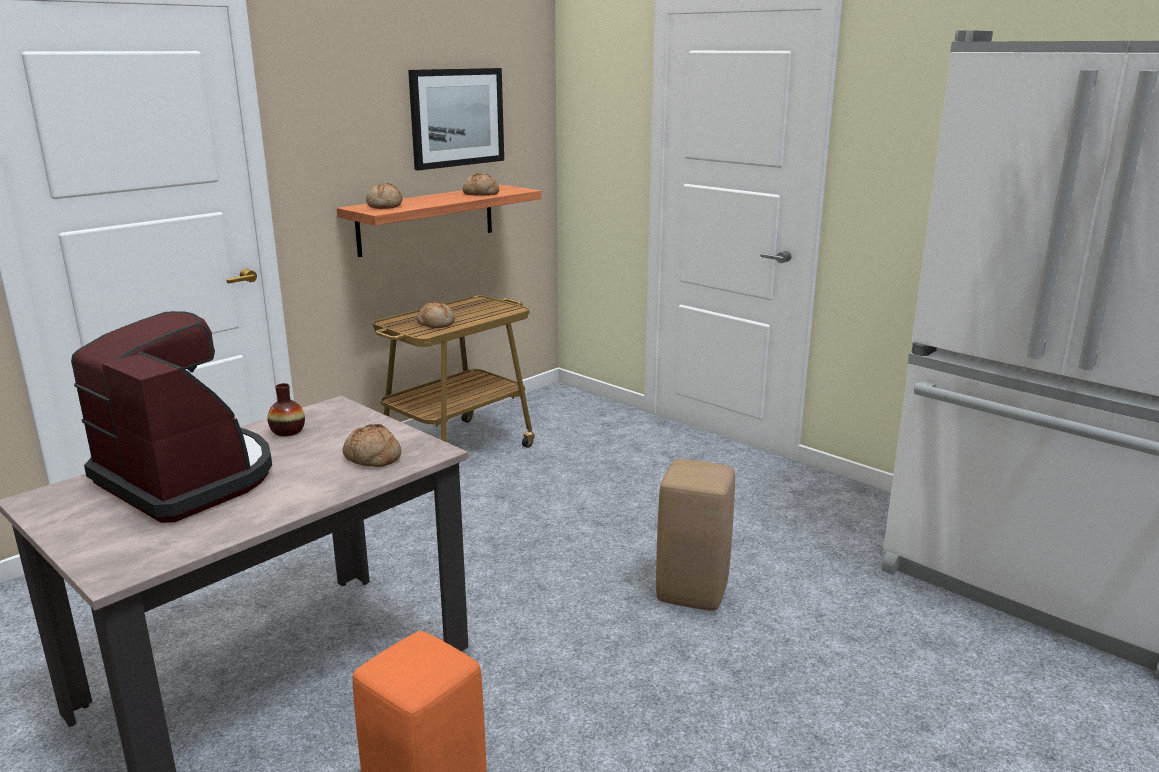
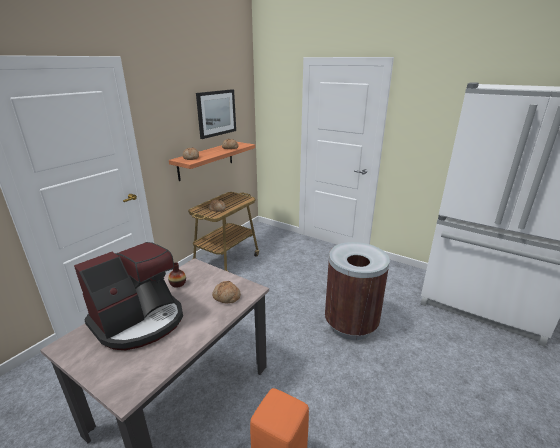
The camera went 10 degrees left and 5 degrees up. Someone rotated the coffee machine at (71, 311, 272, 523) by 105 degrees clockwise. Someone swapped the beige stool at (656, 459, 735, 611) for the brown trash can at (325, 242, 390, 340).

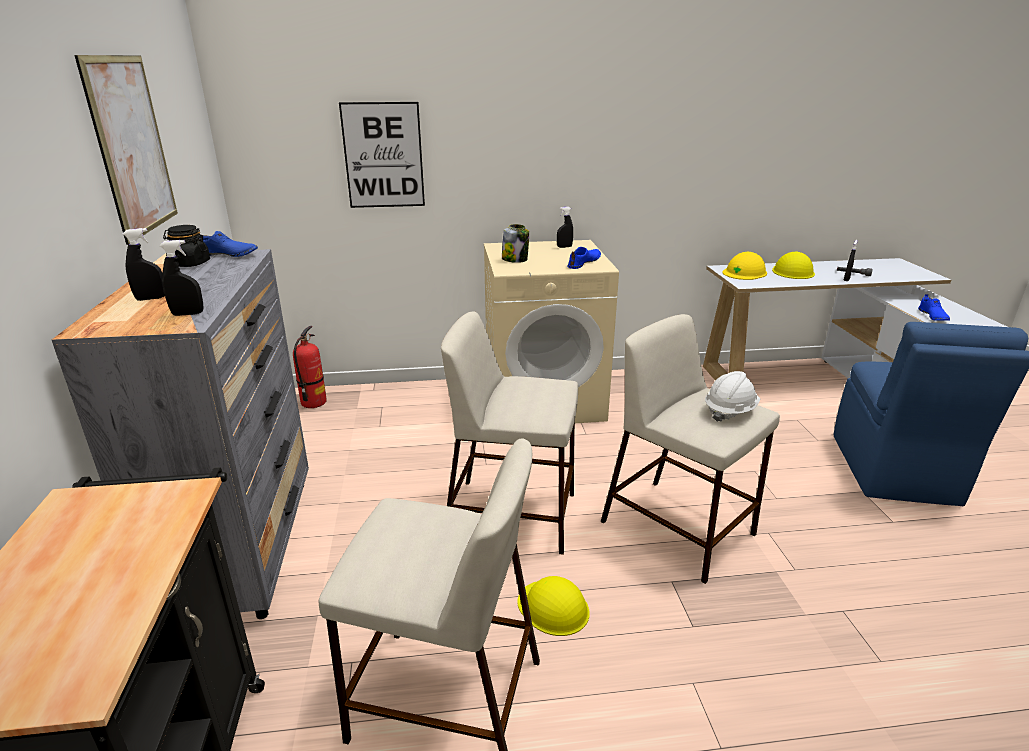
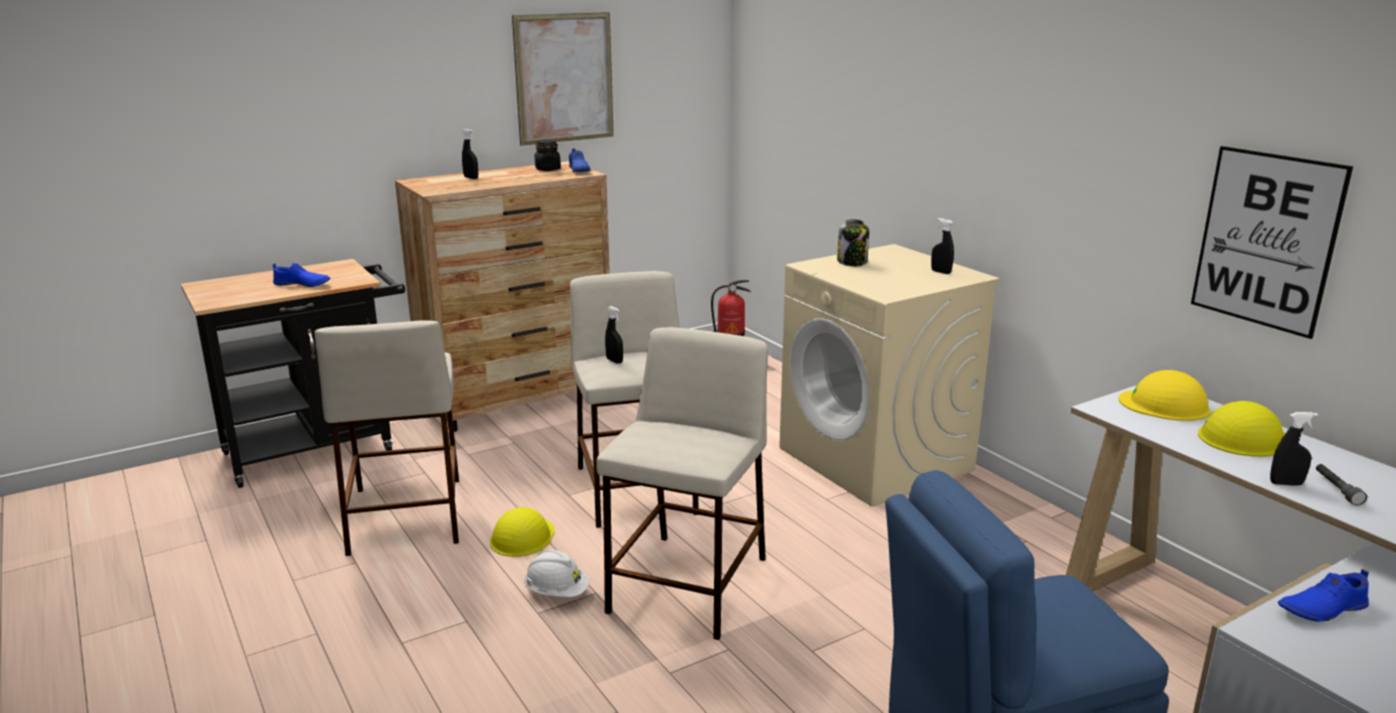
The camera went 65 degrees right and 5 degrees down. Someone carried the picture from (339, 102, 425, 208) to (1191, 146, 1353, 339). Someone carried the black spray bottle from (159, 240, 204, 316) to (605, 306, 623, 364). Someone carried the blue shoe from (568, 247, 601, 269) to (273, 263, 330, 287). Someone repainted the grey dresser at (52, 249, 309, 619), which became the brown dresser at (395, 161, 610, 432). Someone carried the white hard hat from (705, 371, 761, 422) to (524, 550, 590, 597).

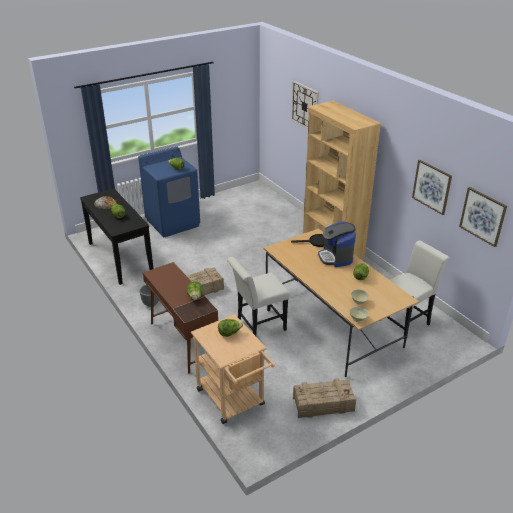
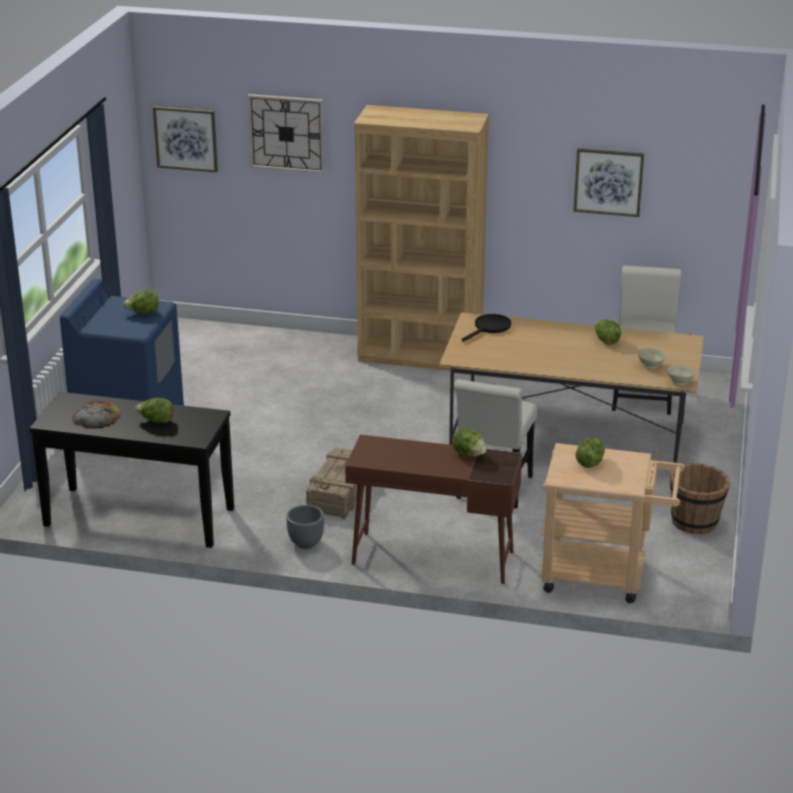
The camera went 45 degrees left and 5 degrees down. Someone carried the picture from (459, 187, 507, 247) to (153, 106, 218, 172). Someone took away the coffee machine at (318, 221, 356, 267). Someone swapped the crate at (293, 378, 356, 418) for the brown bucket at (670, 463, 730, 535).

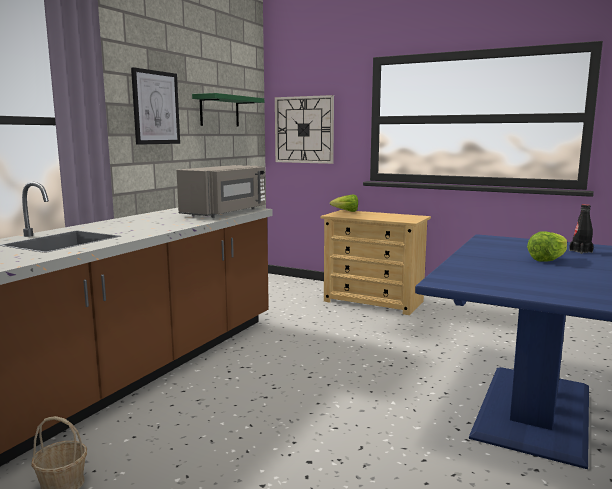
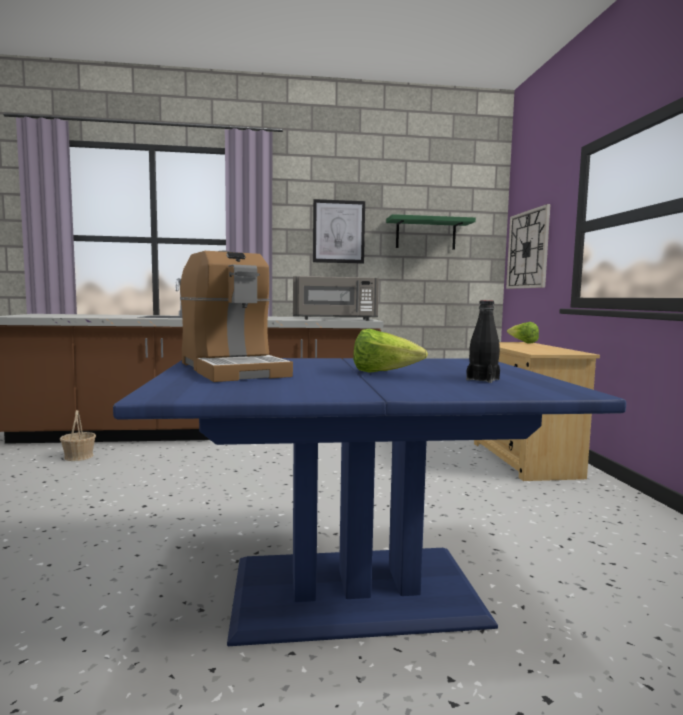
The camera went 55 degrees right and 5 degrees down. Someone put down the coffee machine at (180, 251, 293, 382).

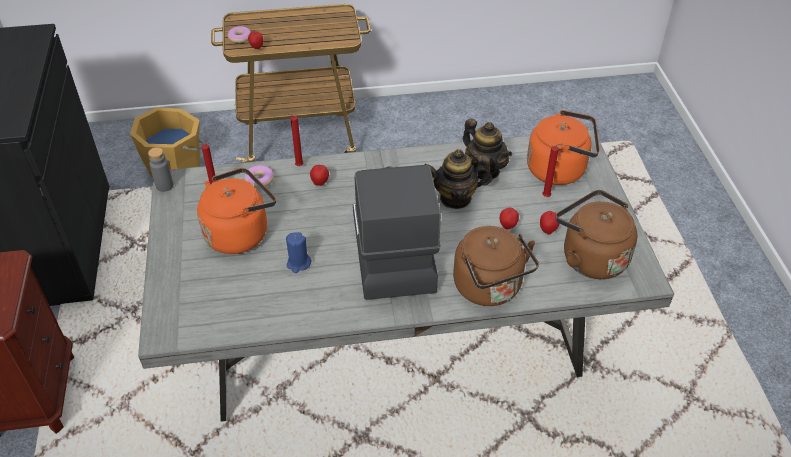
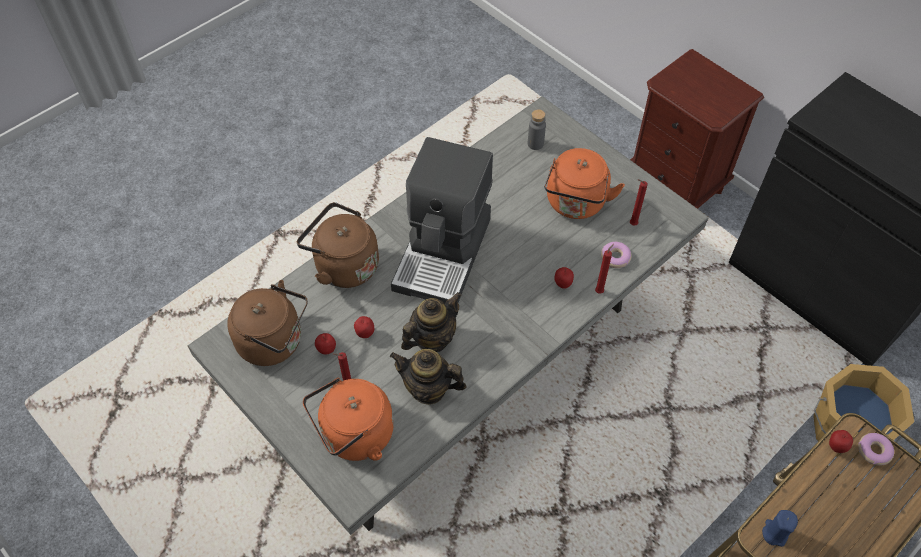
The camera went 145 degrees right and 10 degrees up. Someone carried the grey bottle from (148, 147, 173, 192) to (528, 109, 546, 150). Someone rotated the coffee machine at (353, 165, 441, 300) by 60 degrees clockwise. Someone carried the blue candle from (286, 232, 312, 273) to (762, 510, 798, 547).

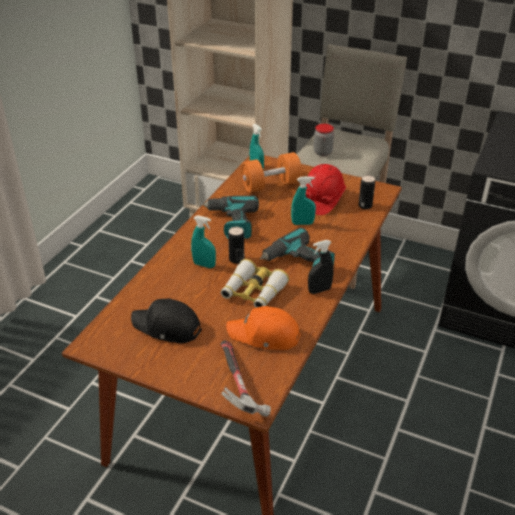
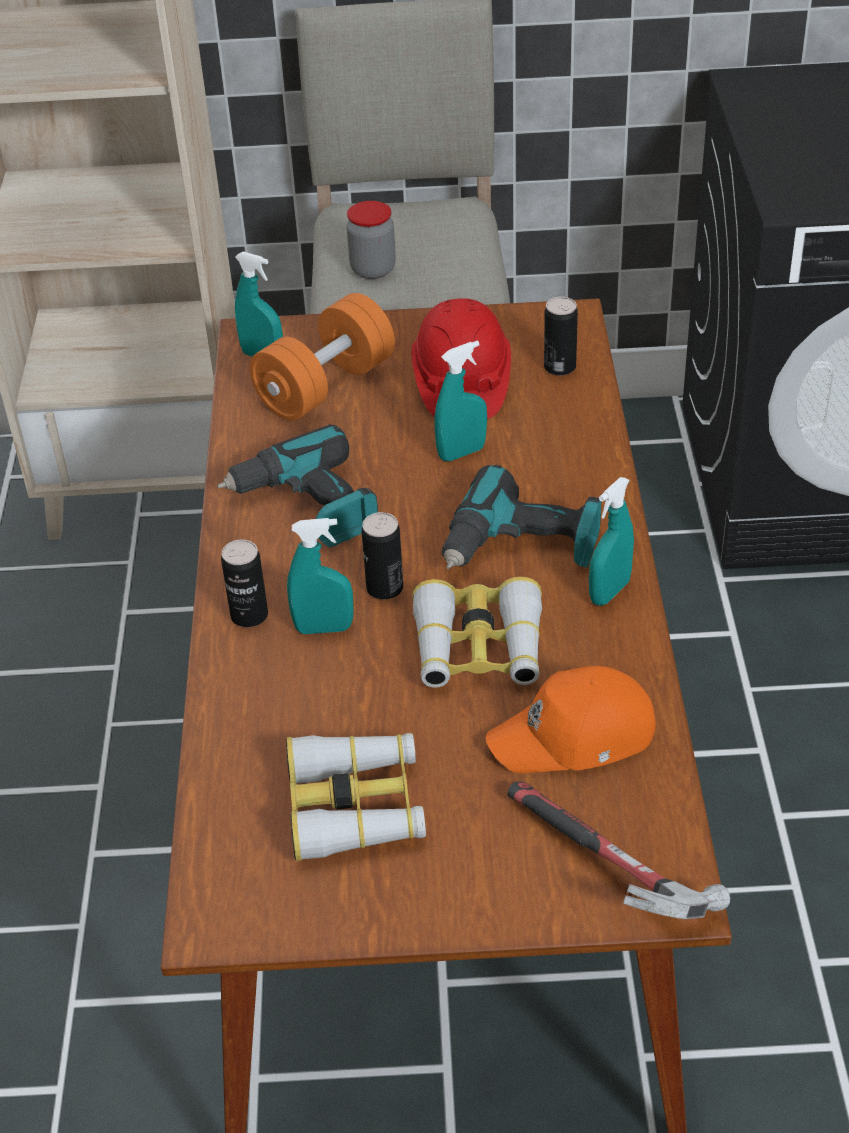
The camera went 25 degrees left and 5 degrees up. Someone repainted the black spray bottle at (308, 240, 334, 294), which became the turquoise spray bottle at (589, 477, 634, 606). Someone swapped the black cap at (131, 298, 202, 343) for the binoculars at (286, 733, 426, 861). Someone put down the can at (221, 539, 268, 627).

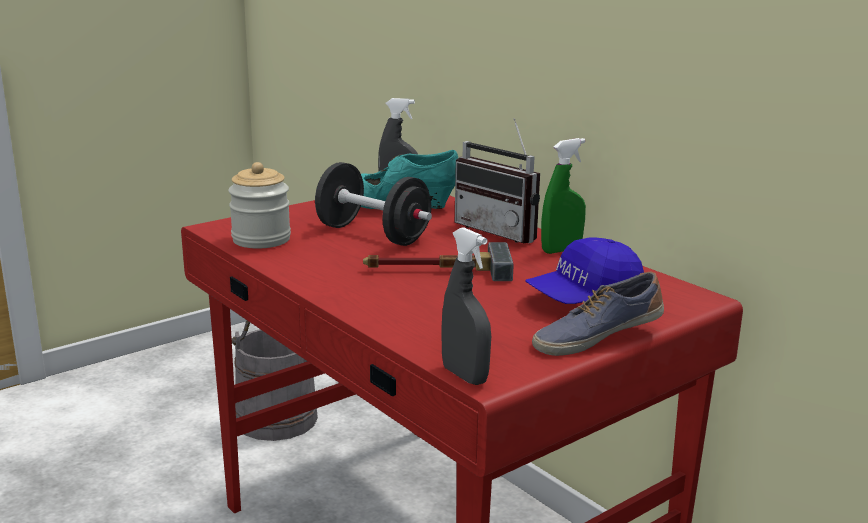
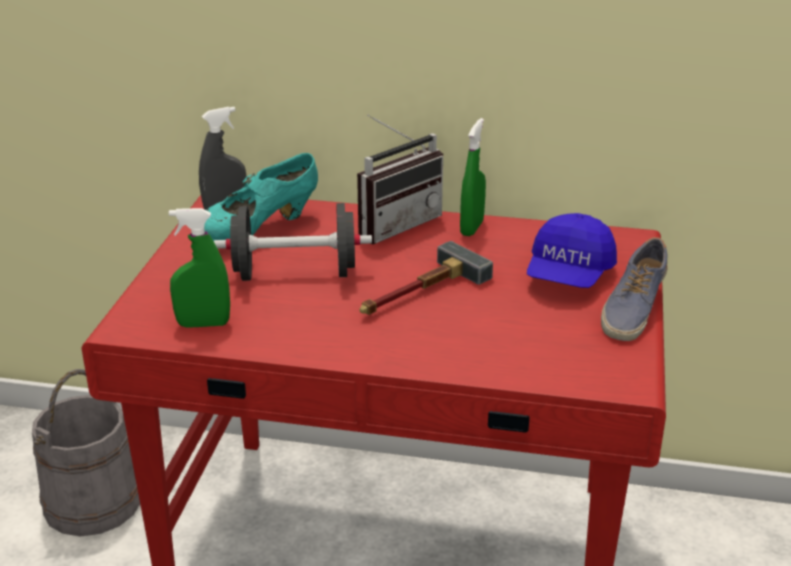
The camera went 40 degrees left and 10 degrees up. Someone rotated the radio at (455, 118, 540, 243) by 45 degrees counterclockwise. Someone swapped the jar at (228, 162, 291, 249) for the green spray bottle at (169, 208, 230, 328). Someone took away the grey spray bottle at (441, 227, 491, 385).

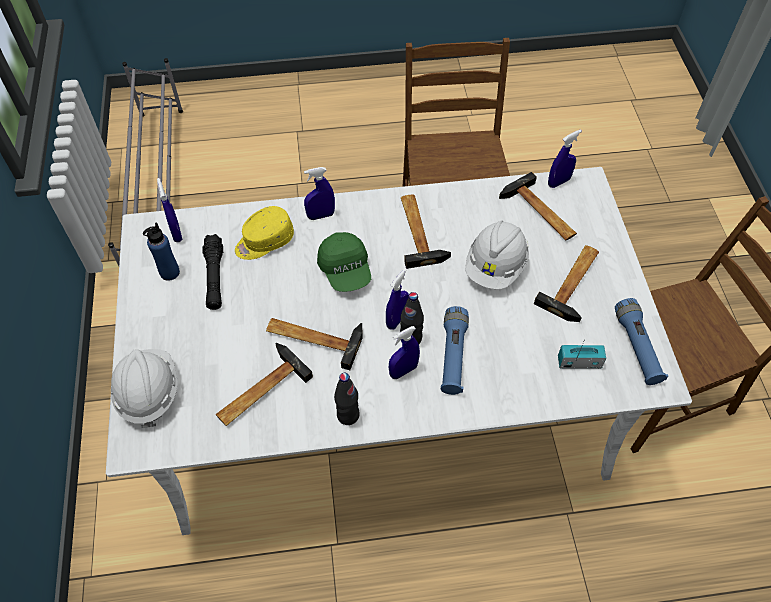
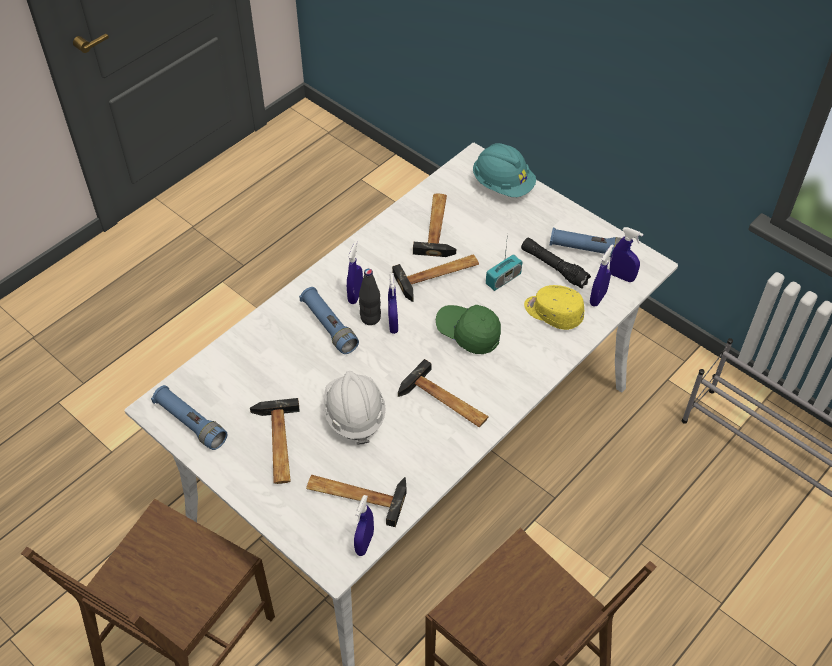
The camera went 140 degrees right and 5 degrees down. Someone carried the blue spray bottle from (304, 167, 335, 220) to (590, 245, 614, 307). Someone rotated the yellow cap at (235, 206, 294, 260) by 75 degrees counterclockwise. Someone swapped the blue bottle at (143, 222, 180, 281) for the blue flashlight at (550, 228, 622, 258). Someone carried the radio from (558, 337, 606, 369) to (486, 234, 522, 291). Someone repainted the white hard hat at (111, 349, 178, 428), which became the turquoise hard hat at (473, 143, 536, 197). Someone took away the black bottle at (334, 373, 360, 425).

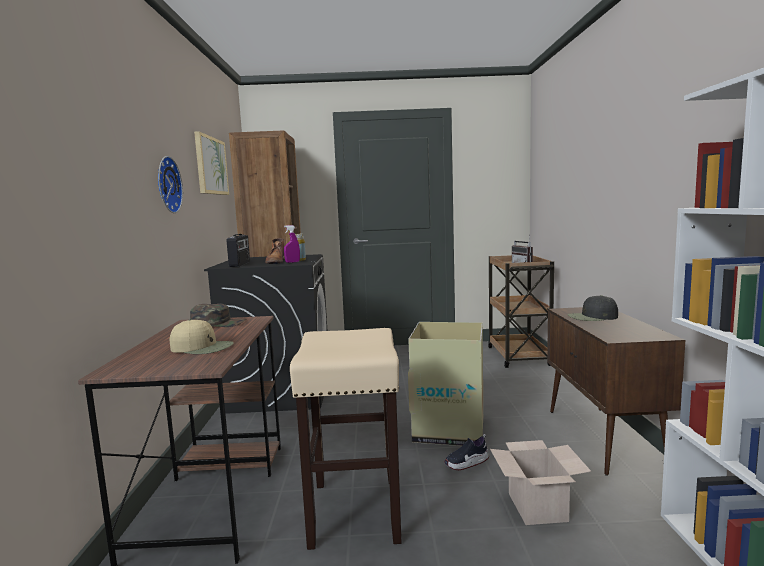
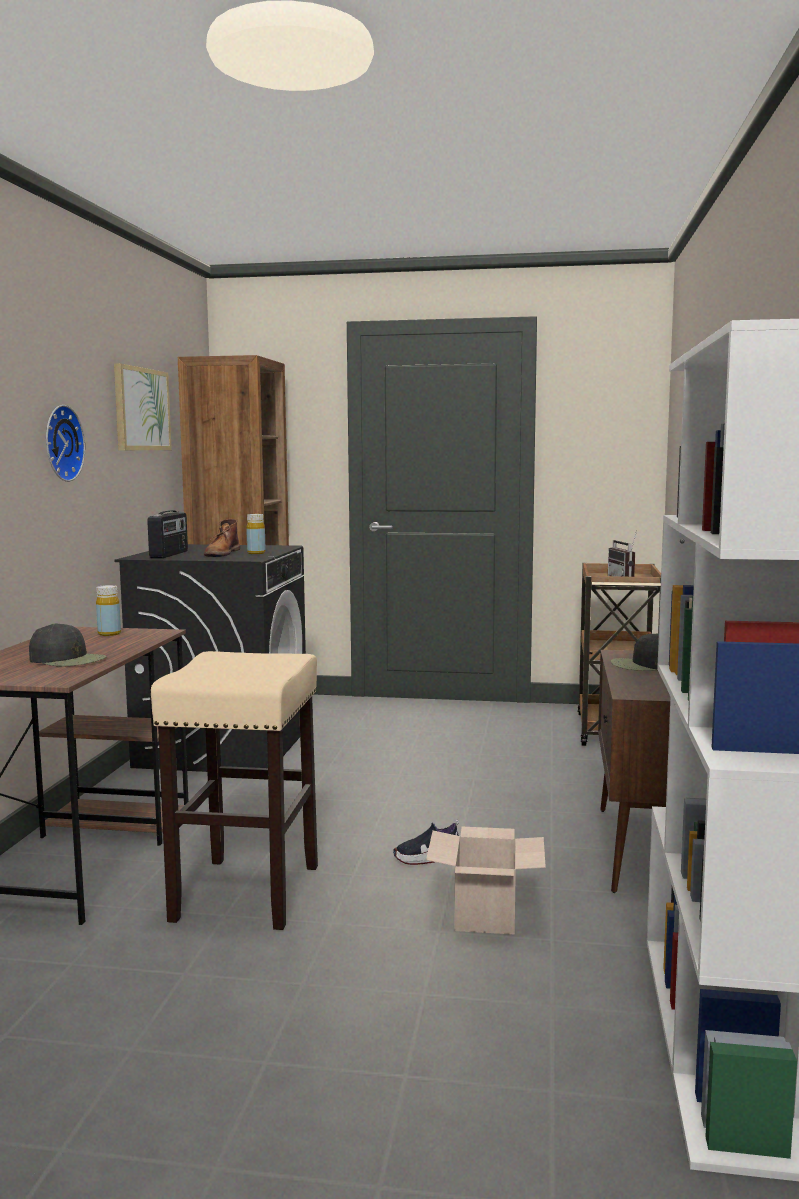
The camera went 10 degrees right and 0 degrees up. Someone took away the purple spray bottle at (284, 225, 300, 263). Someone swapped the green cap at (190, 303, 247, 327) for the yellow bottle at (96, 585, 121, 636). Someone repainted the beige cap at (169, 319, 234, 354), which became the black cap at (29, 623, 107, 666). Someone took away the cardboard box at (408, 322, 483, 446).

